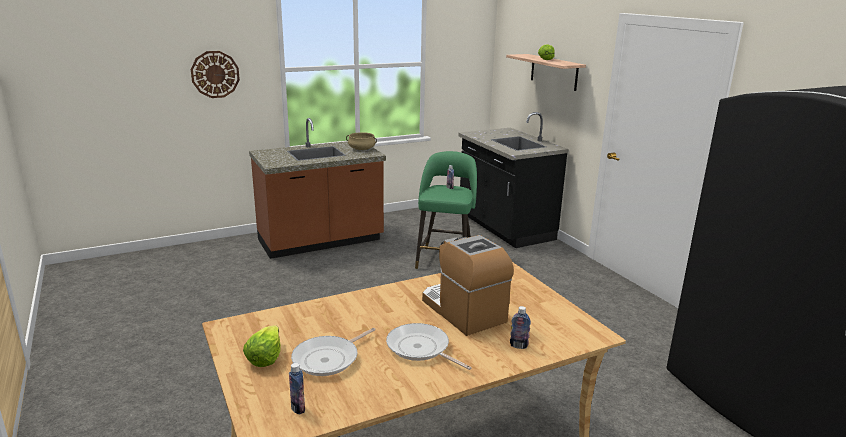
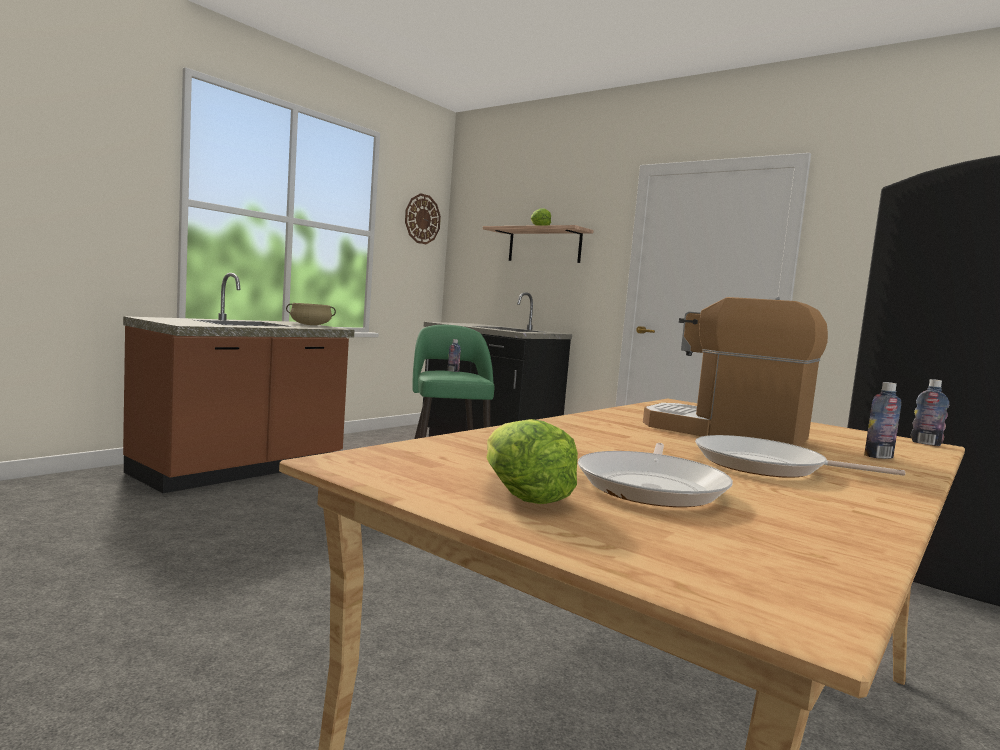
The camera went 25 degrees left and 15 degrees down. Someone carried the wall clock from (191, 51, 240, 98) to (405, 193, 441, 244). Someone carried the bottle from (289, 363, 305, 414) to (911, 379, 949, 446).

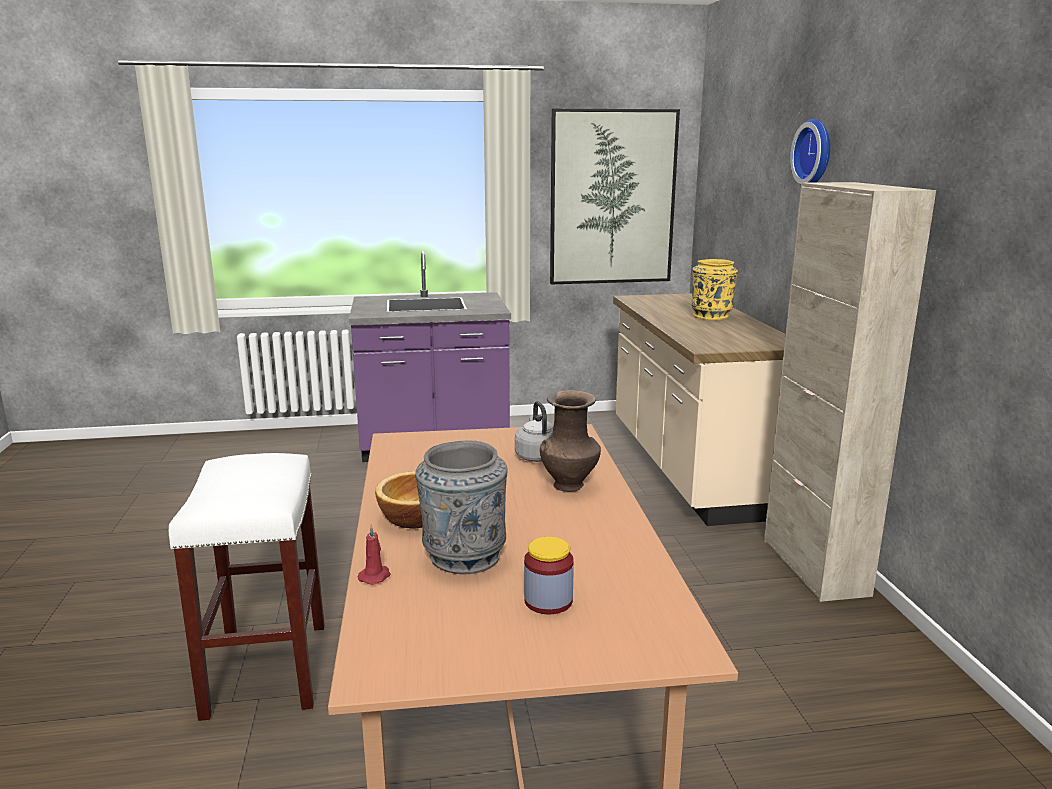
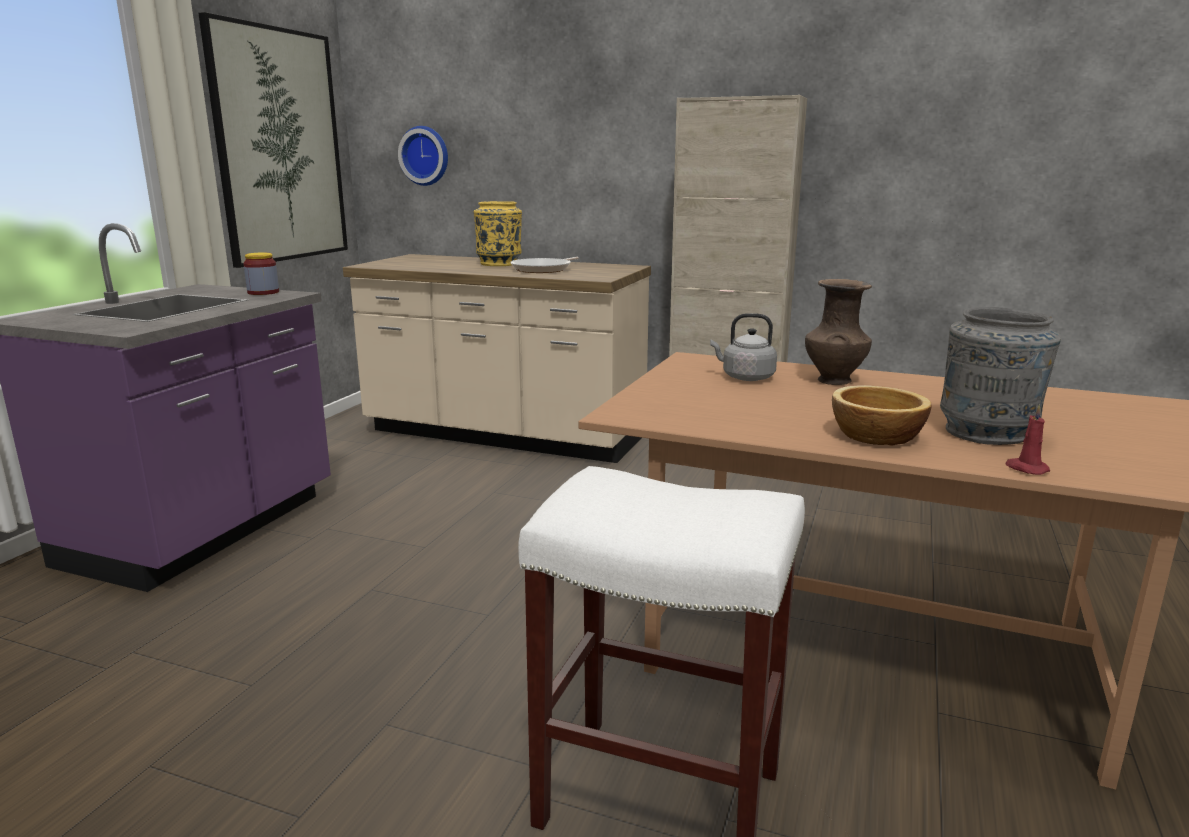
The camera went 60 degrees left and 0 degrees up. Someone carried the wall clock from (790, 119, 830, 184) to (398, 126, 448, 186). Someone carried the jar from (524, 537, 574, 614) to (243, 253, 279, 295). Someone put down the frying pan at (510, 257, 579, 273).

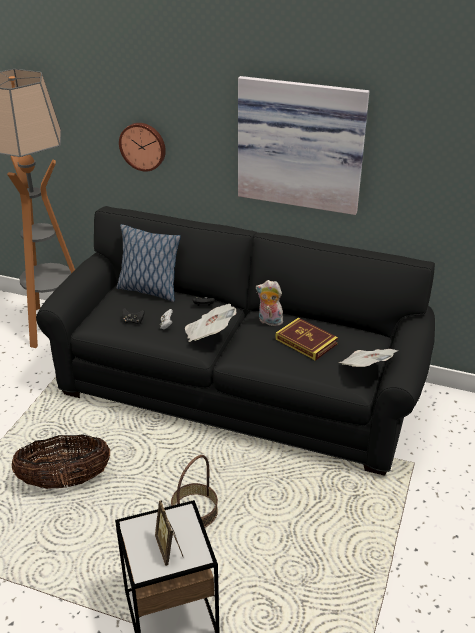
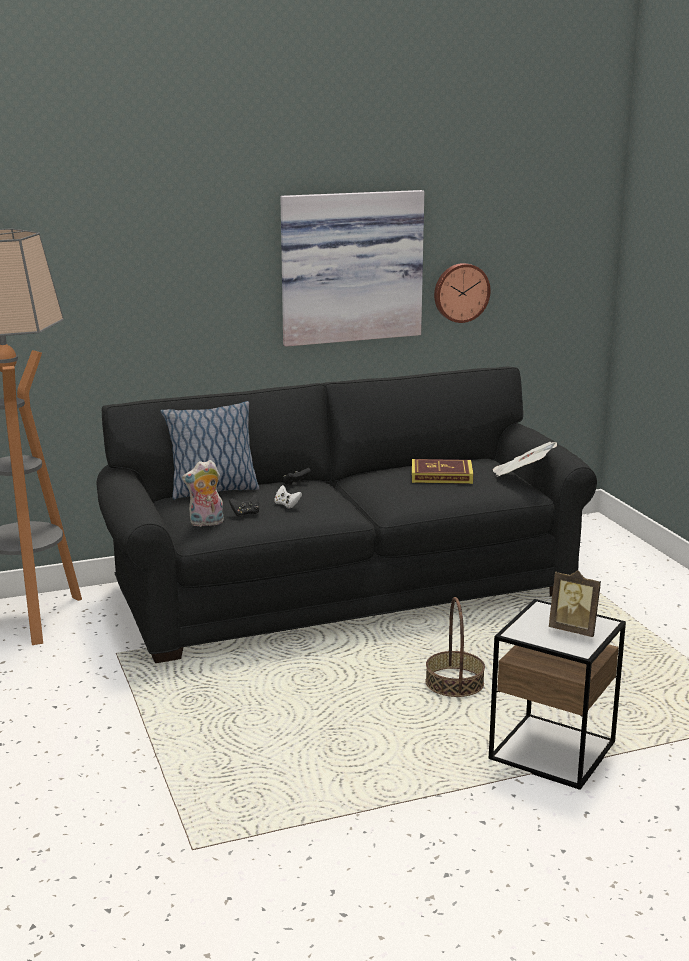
The camera went 40 degrees left and 15 degrees down. Someone carried the wall clock from (119, 123, 166, 171) to (434, 263, 491, 323). Someone carried the plush toy from (256, 280, 283, 326) to (182, 460, 224, 527). Someone took away the newspaper at (185, 304, 237, 342). Someone took away the basket at (12, 434, 110, 489).

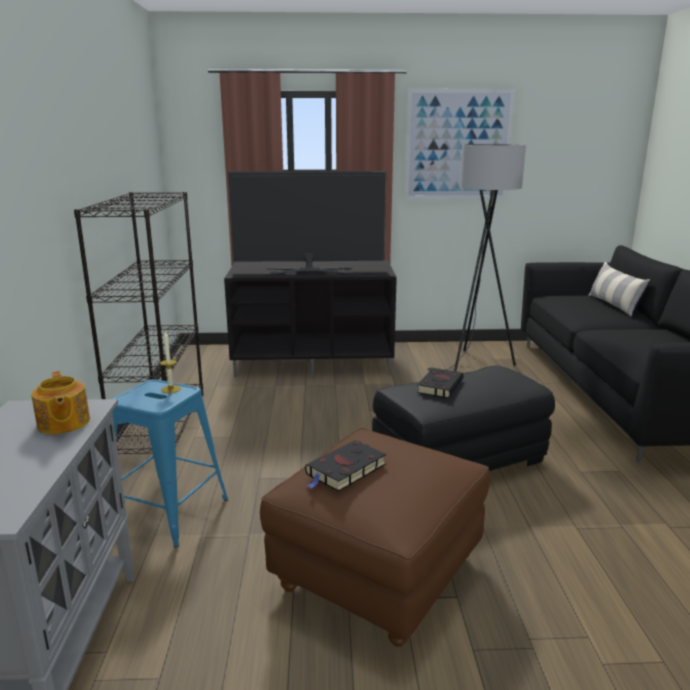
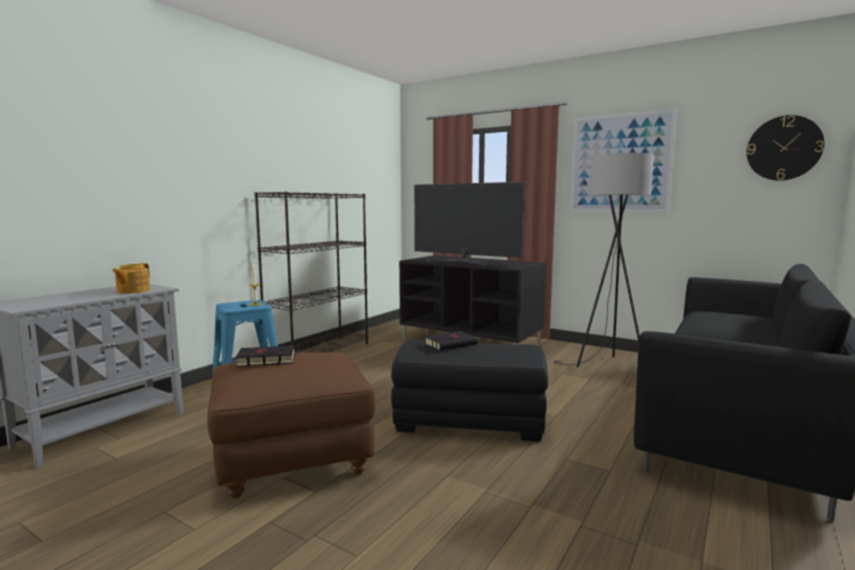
The camera went 35 degrees right and 10 degrees down. Someone took away the pillow at (588, 261, 650, 317). Someone put up the wall clock at (747, 115, 824, 181).

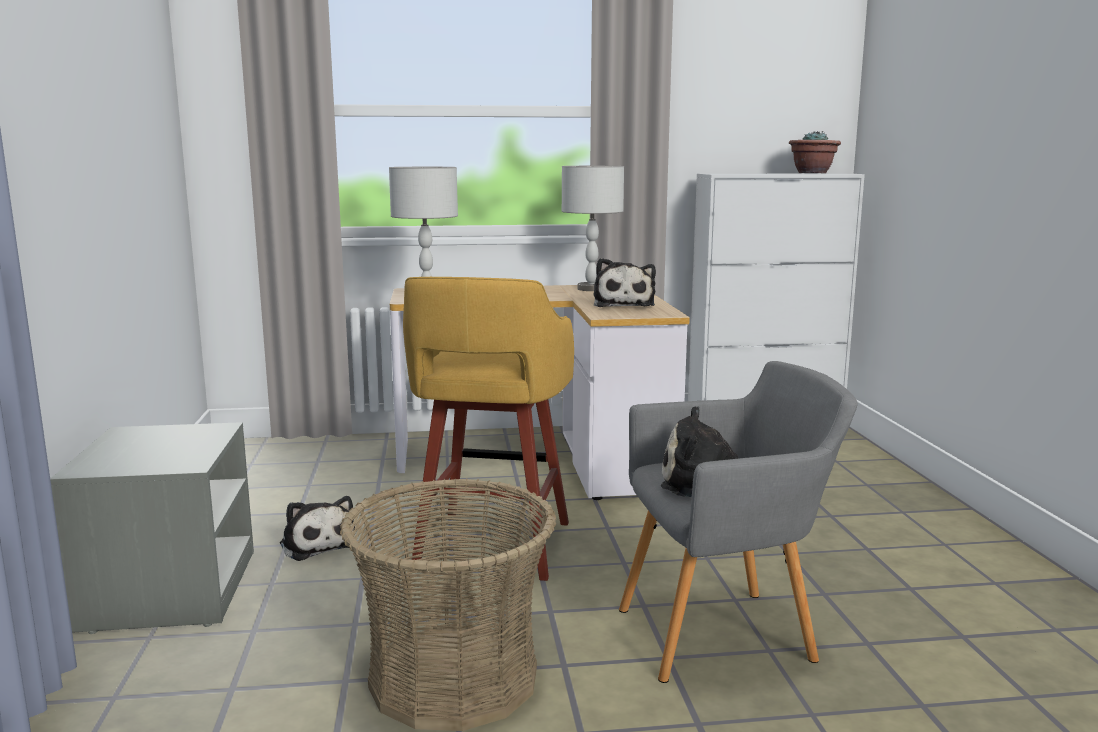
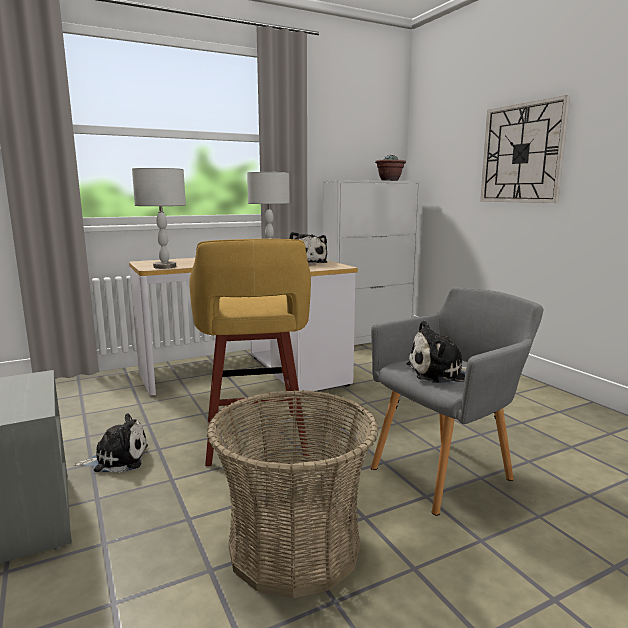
The camera went 20 degrees left and 0 degrees up. Someone rotated the plush toy at (280, 496, 355, 561) by 45 degrees counterclockwise. Someone put up the wall clock at (480, 95, 570, 203).

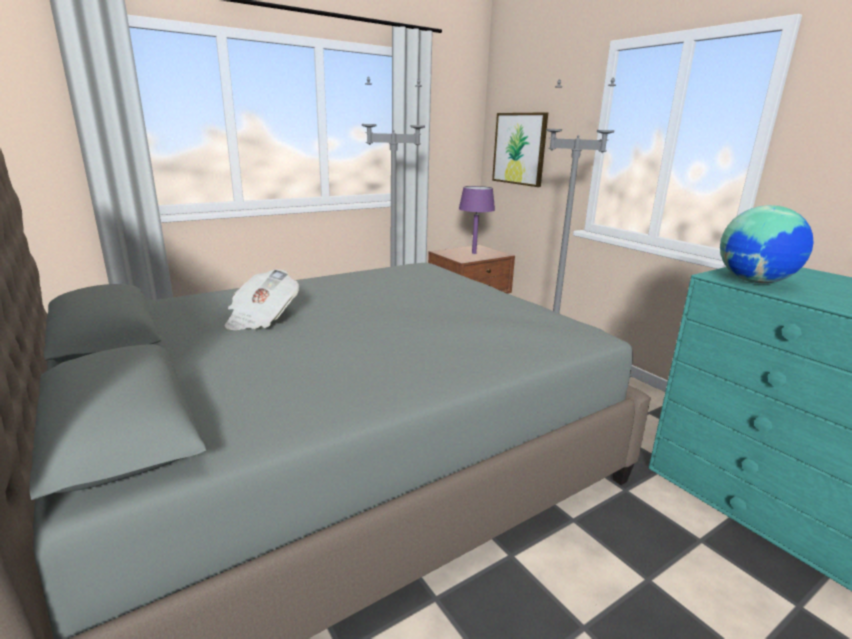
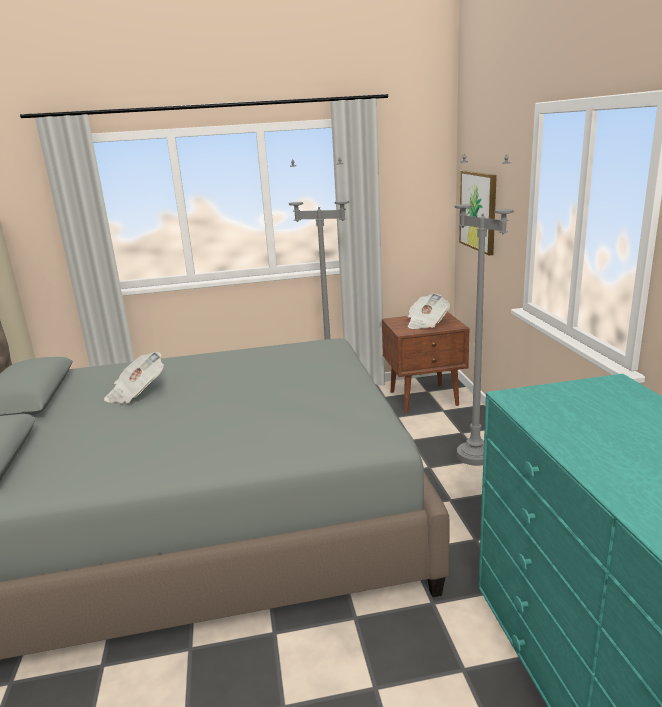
The camera went 25 degrees right and 0 degrees up. Someone swapped the purple table lamp at (459, 186, 495, 254) for the newspaper at (407, 294, 450, 329). Someone took away the globe at (720, 205, 814, 283).

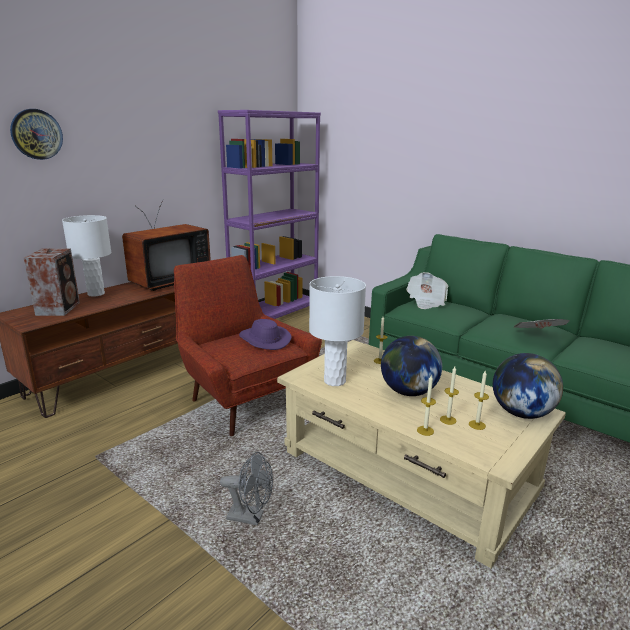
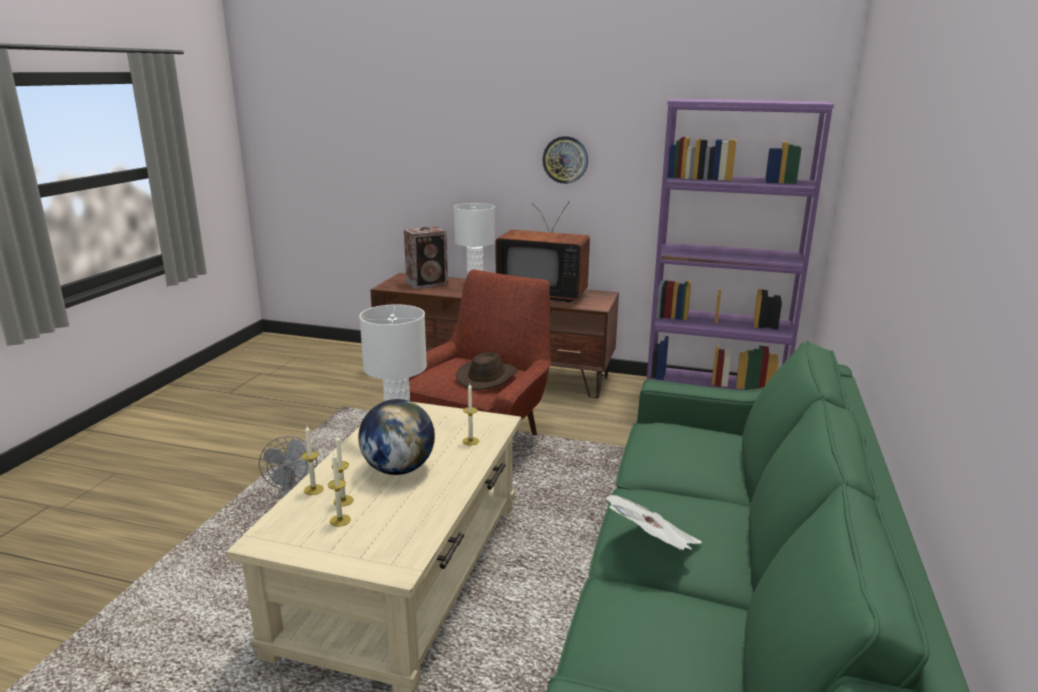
The camera went 65 degrees right and 0 degrees up. Someone carried the wall clock from (10, 109, 63, 160) to (542, 136, 588, 184). Someone took away the newspaper at (406, 272, 448, 309). Someone repainted the purple hat at (239, 319, 291, 350), which became the brown hat at (456, 352, 517, 390). Someone took away the globe at (493, 353, 563, 419).

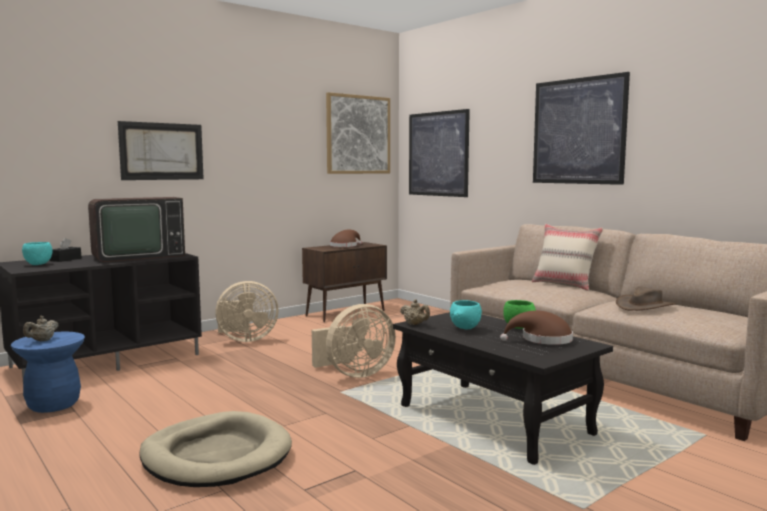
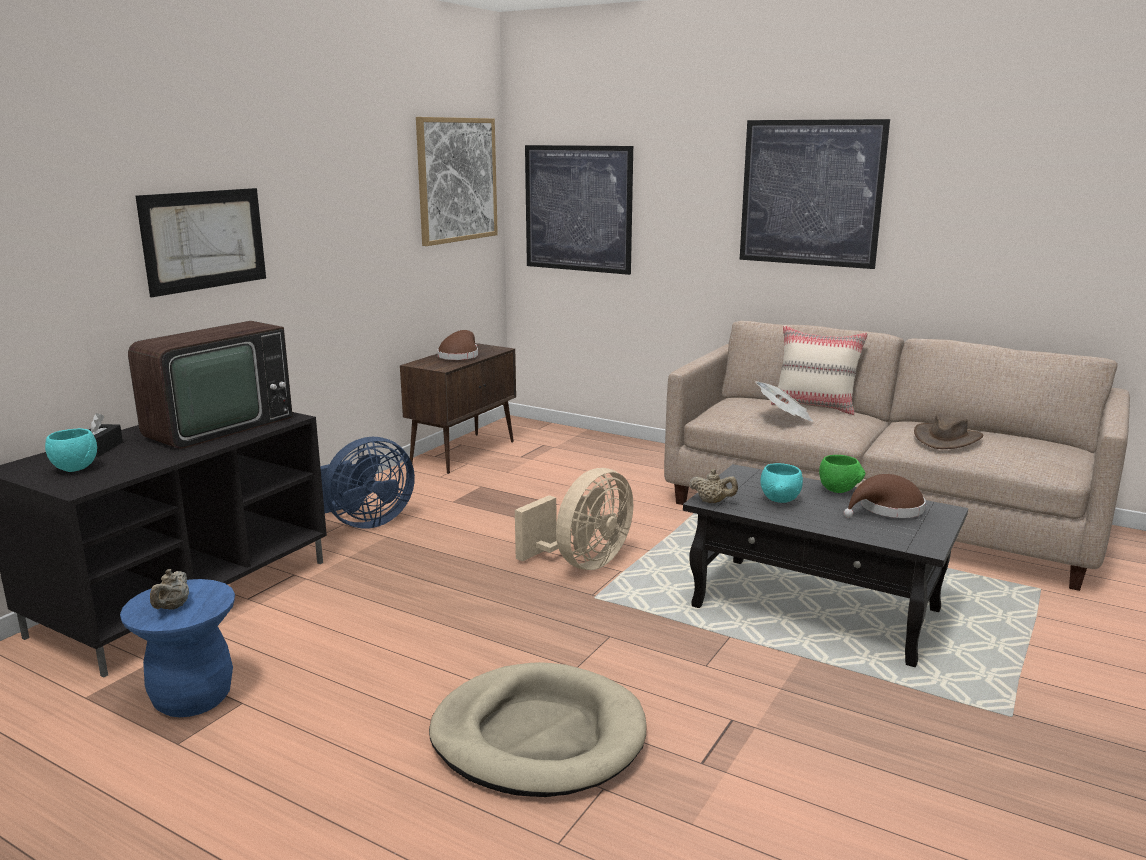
The camera went 20 degrees left and 10 degrees up. Someone repainted the beige fan at (215, 281, 279, 342), which became the blue fan at (320, 437, 415, 529). Someone put down the newspaper at (755, 381, 813, 422).

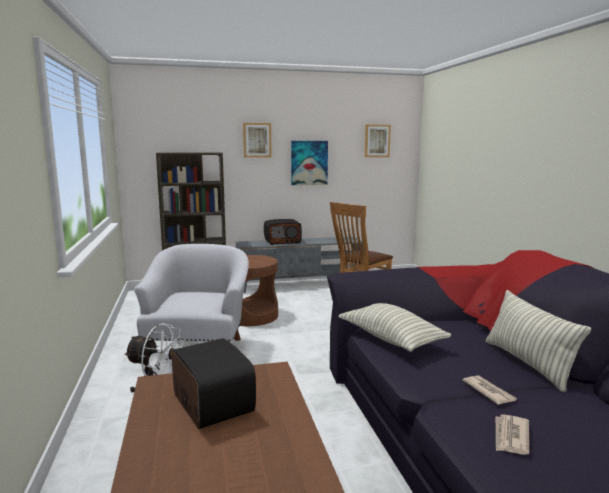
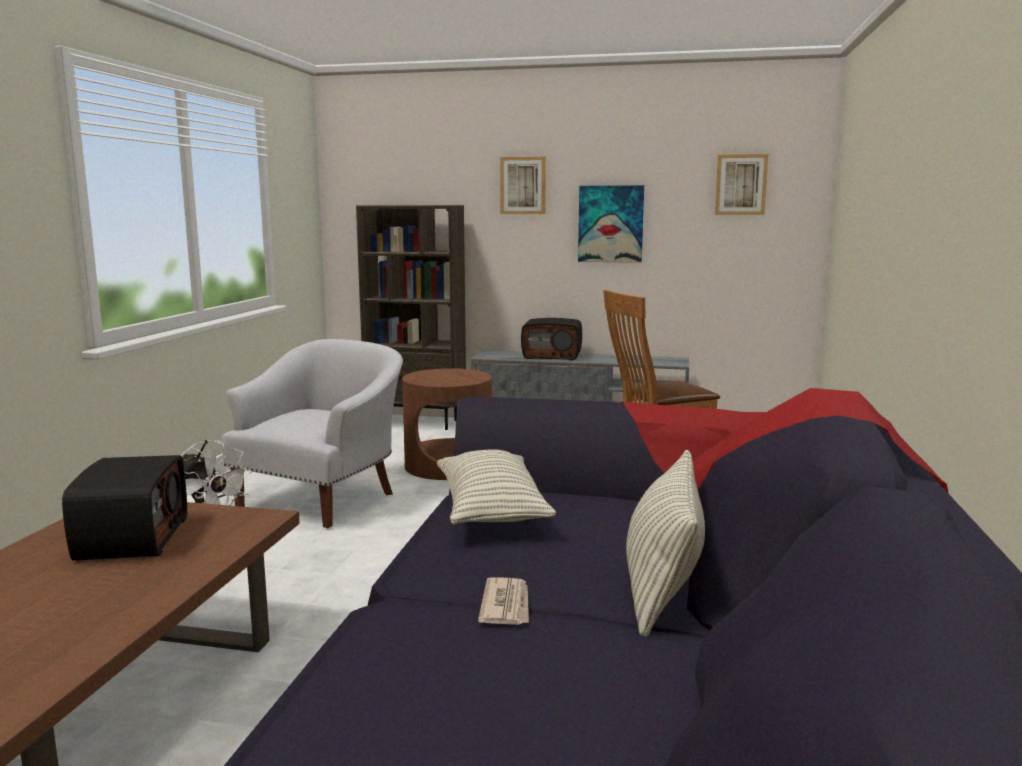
The camera went 25 degrees right and 0 degrees up. Someone took away the newspaper at (495, 414, 529, 455).

